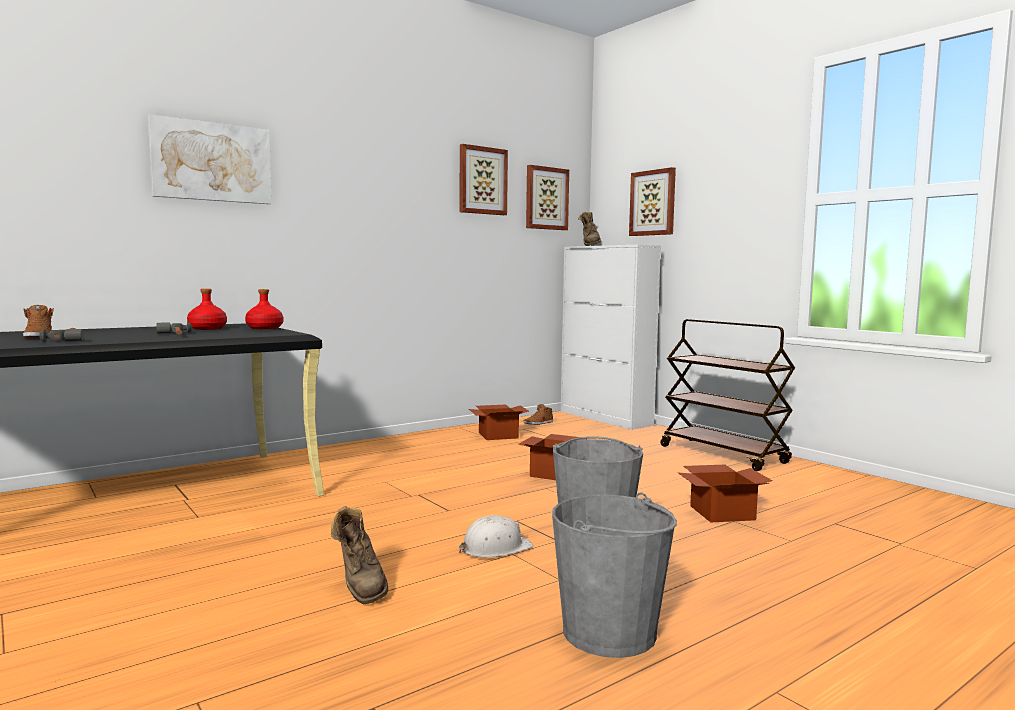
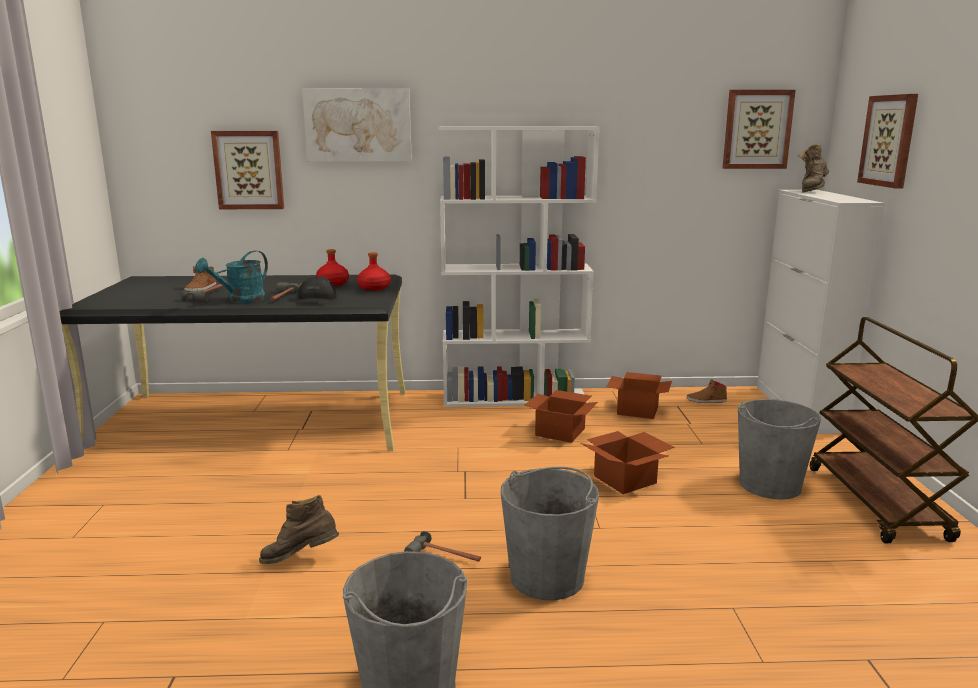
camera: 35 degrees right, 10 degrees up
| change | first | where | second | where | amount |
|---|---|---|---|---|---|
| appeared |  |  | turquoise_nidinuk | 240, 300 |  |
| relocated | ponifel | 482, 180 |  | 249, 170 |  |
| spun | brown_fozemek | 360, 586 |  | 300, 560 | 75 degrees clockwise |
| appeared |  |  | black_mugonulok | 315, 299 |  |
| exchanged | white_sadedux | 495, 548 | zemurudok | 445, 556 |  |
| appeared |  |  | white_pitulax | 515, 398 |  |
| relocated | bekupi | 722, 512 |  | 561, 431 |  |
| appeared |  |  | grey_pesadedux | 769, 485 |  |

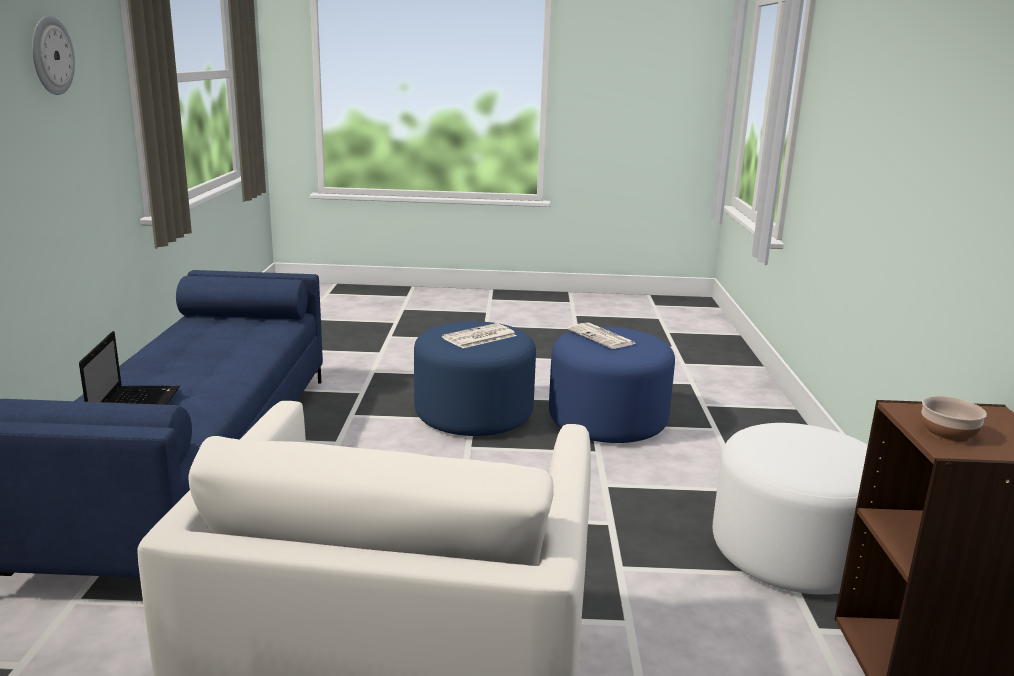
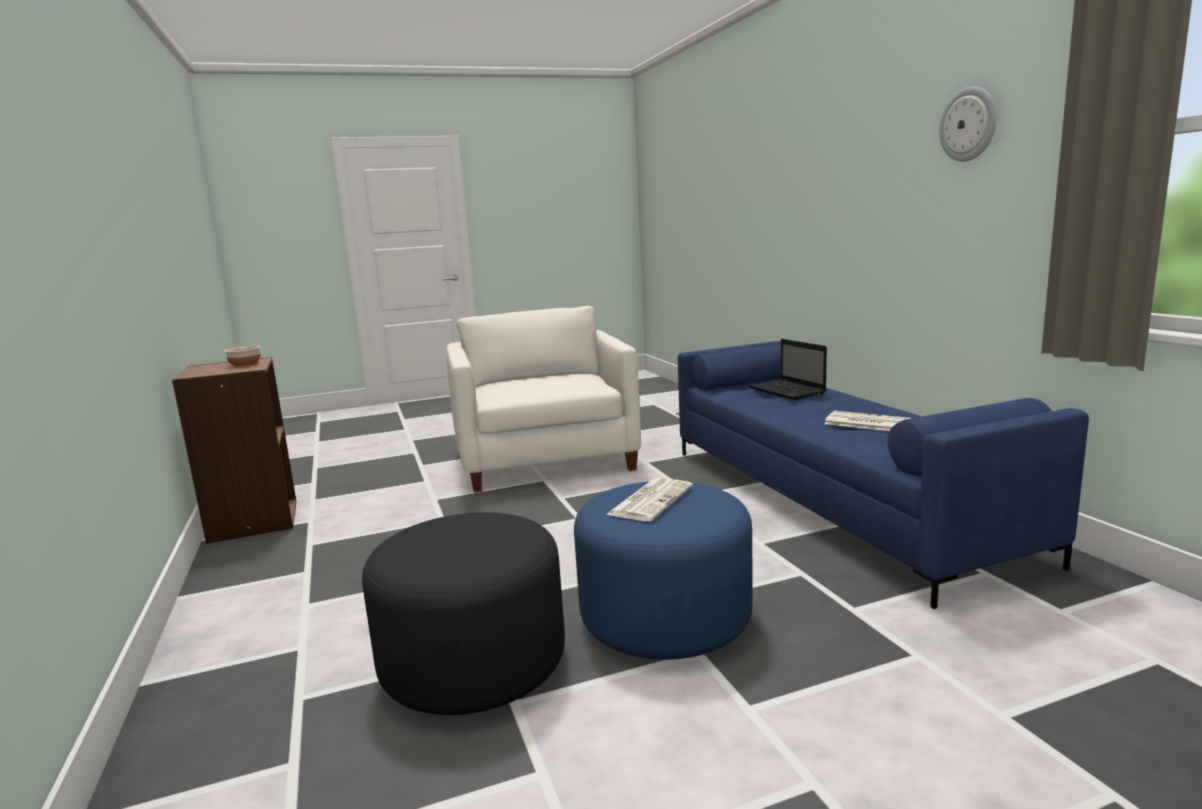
camera: 160 degrees right, 5 degrees down
| change | first | where | second | where | amount |
|---|---|---|---|---|---|
| colour | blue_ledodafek | 607, 421 | black_ledodafek | 474, 662 |  |
| relocated | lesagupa | 602, 337 |  | 866, 423 |  |
| missing | white_ledodafek | 792, 552 |  |  |  |

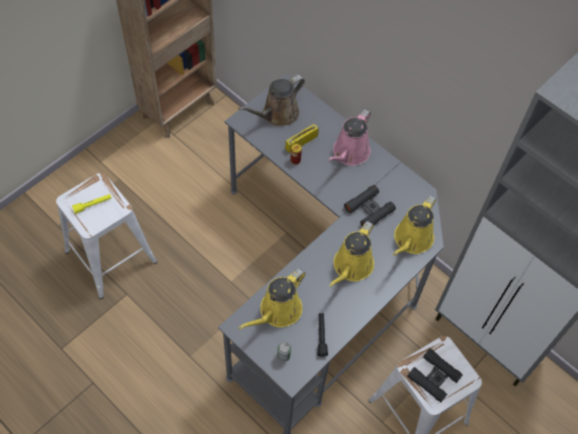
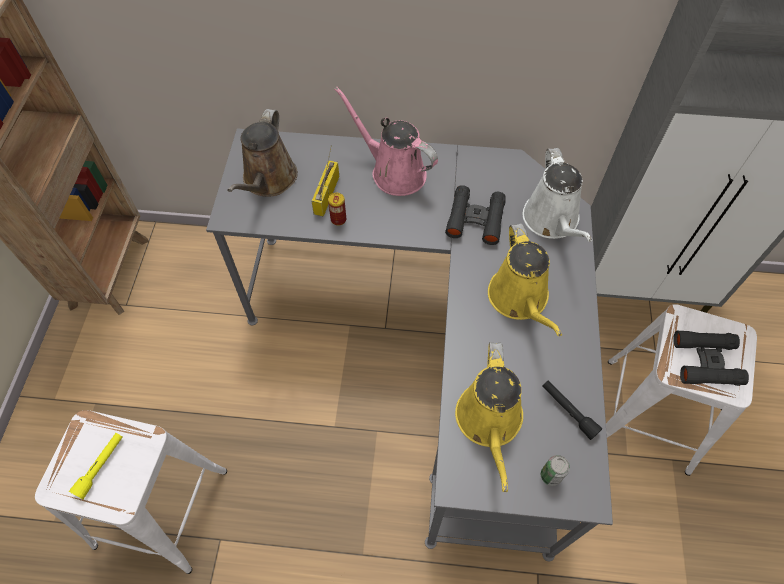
camera: 35 degrees left, 0 degrees up
| change | first | where | second | where | amount |
|---|---|---|---|---|---|
| spun | pink_nidinuk | 349, 153 |  | 394, 172 | 135 degrees clockwise |
| colour | yellow_nidinuk | 411, 240 | white_nidinuk | 552, 221 |  |

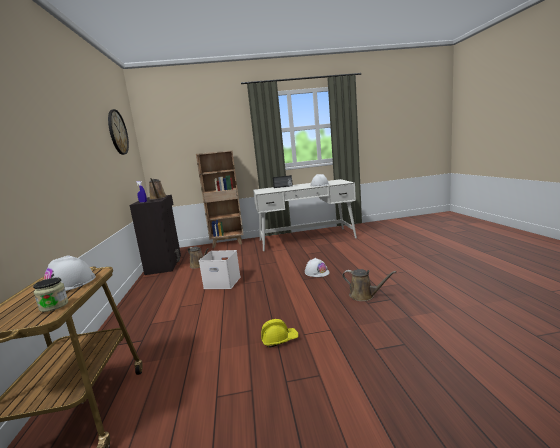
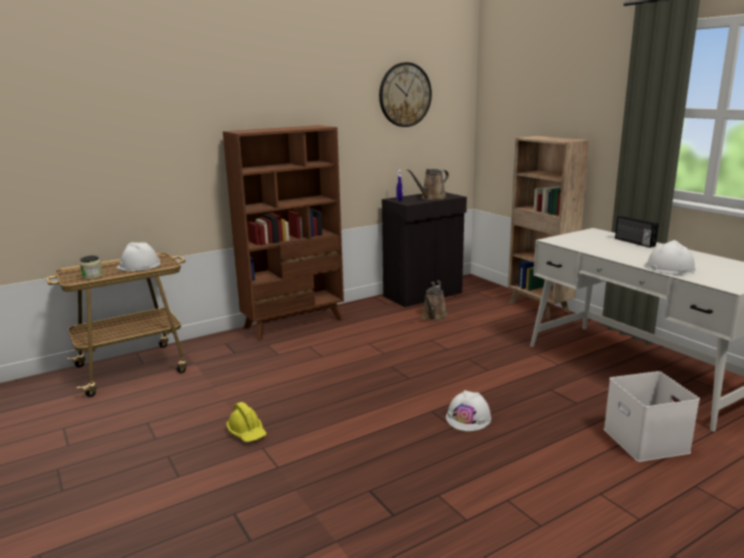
camera: 65 degrees right, 5 degrees up
| change | first | where | second | where | amount |
|---|---|---|---|---|---|
| appeared |  |  | brown_pitulax | 294, 323 |  |
| relocated | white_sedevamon | 221, 283 |  | 643, 440 |  |
| missing | brown_nidinuk | 364, 296 |  |  |  |

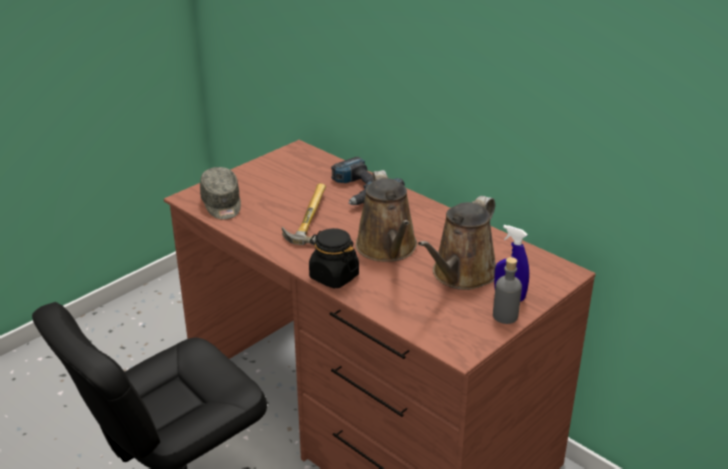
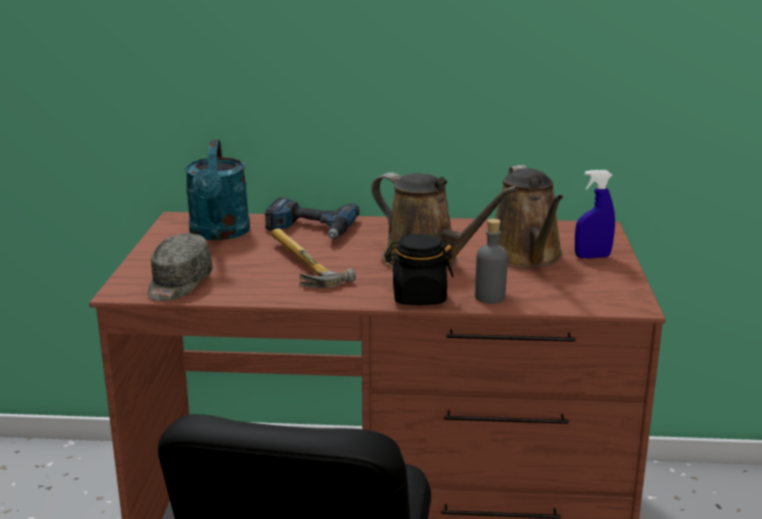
camera: 40 degrees left, 10 degrees down
| change | first | where | second | where | amount |
|---|---|---|---|---|---|
| spun | grey_mugonulok | 222, 204 |  | 178, 284 | 75 degrees clockwise |
| appeared |  |  | turquoise_nidinuk | 219, 234 |  |
| relocated | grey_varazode | 505, 316 |  | 490, 297 |  |

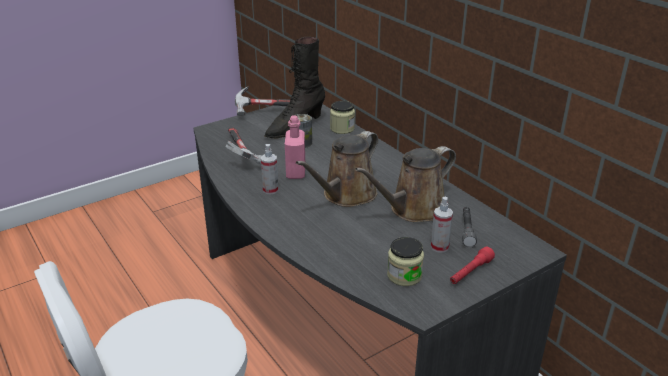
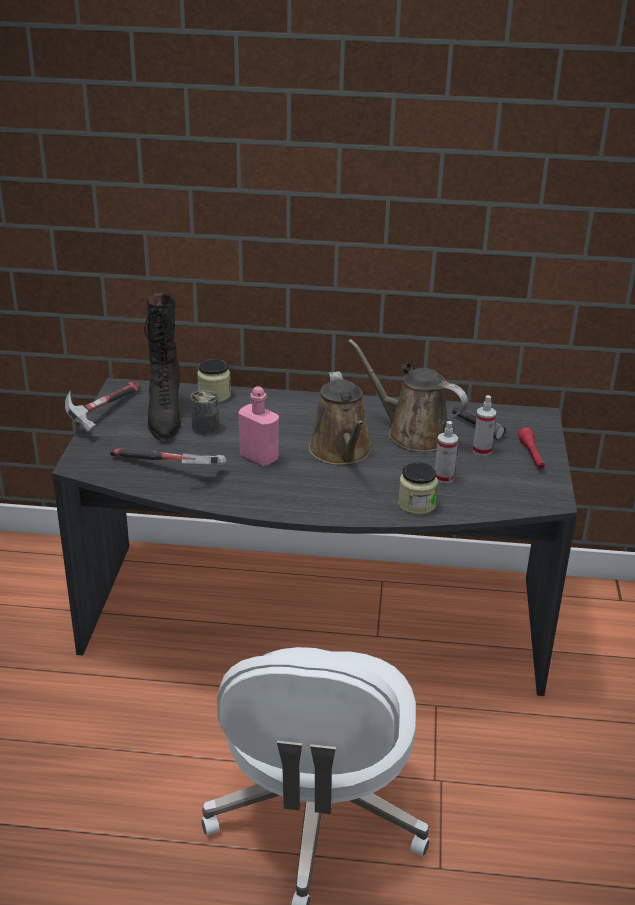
camera: 50 degrees left, 0 degrees up
| change | first | where | second | where | amount |
|---|---|---|---|---|---|
| spun | brown_nidinuk | 413, 210 |  | 412, 434 | 120 degrees clockwise |
| relocated | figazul | 404, 275 |  | 416, 504 |  |
| relocated | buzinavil | 270, 190 |  | 444, 477 |  |

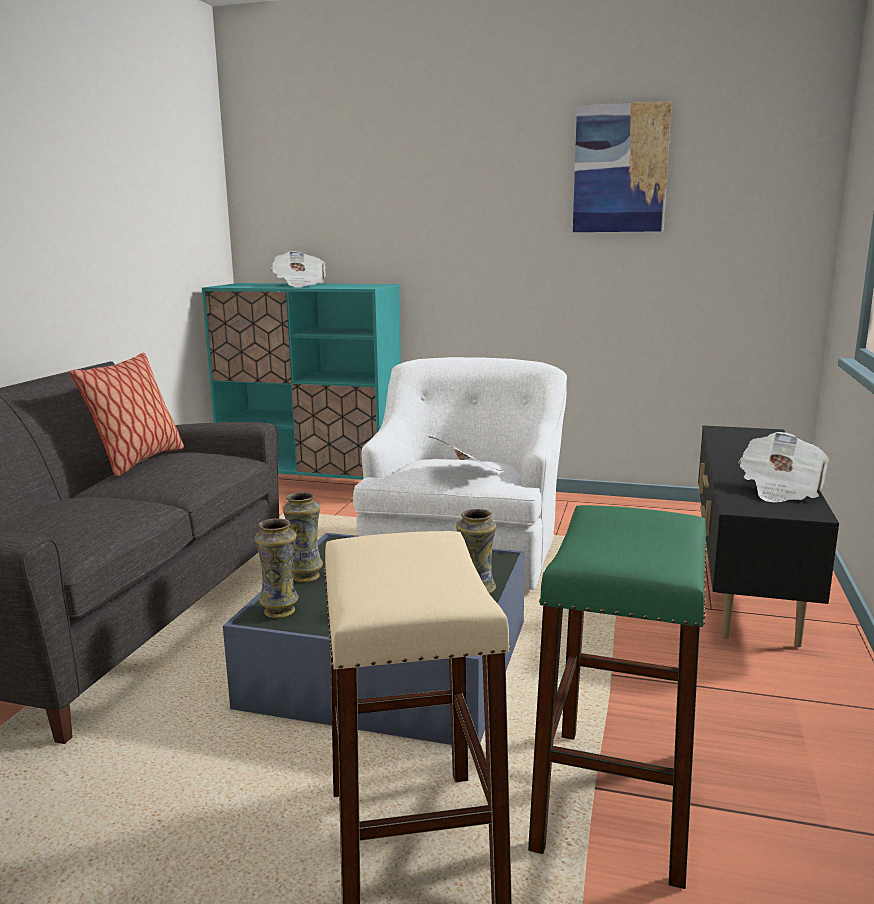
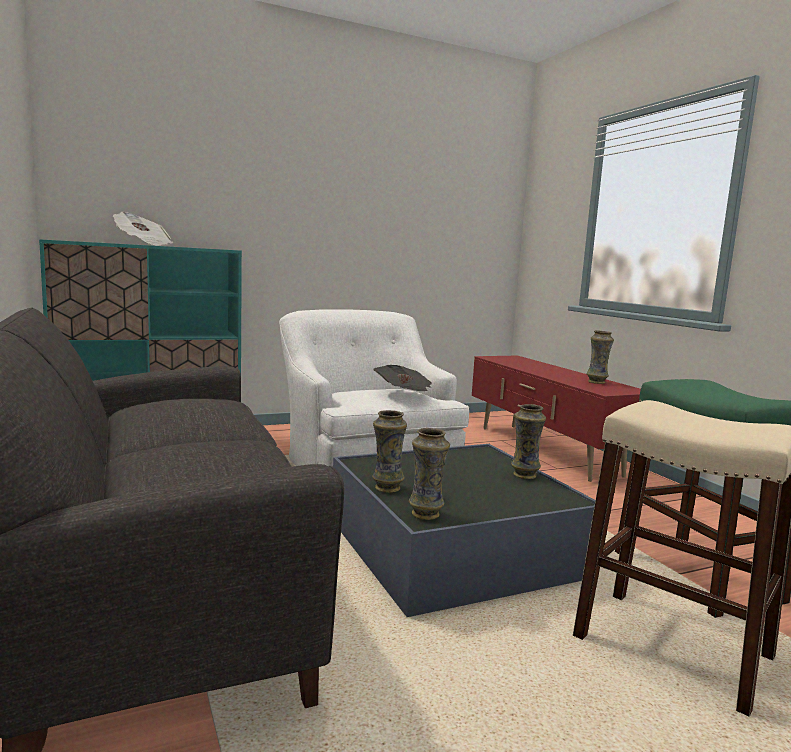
camera: 40 degrees left, 5 degrees down
| change | first | where | second | where | amount |
|---|---|---|---|---|---|
| colour | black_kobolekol | 744, 580 | red_kobolekol | 545, 451 |  |
| exchanged | lesagupa | 779, 490 | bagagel | 597, 382 |  |
| missing | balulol | 138, 461 |  |  |  |
| missing | ponifel | 620, 169 |  |  |  |

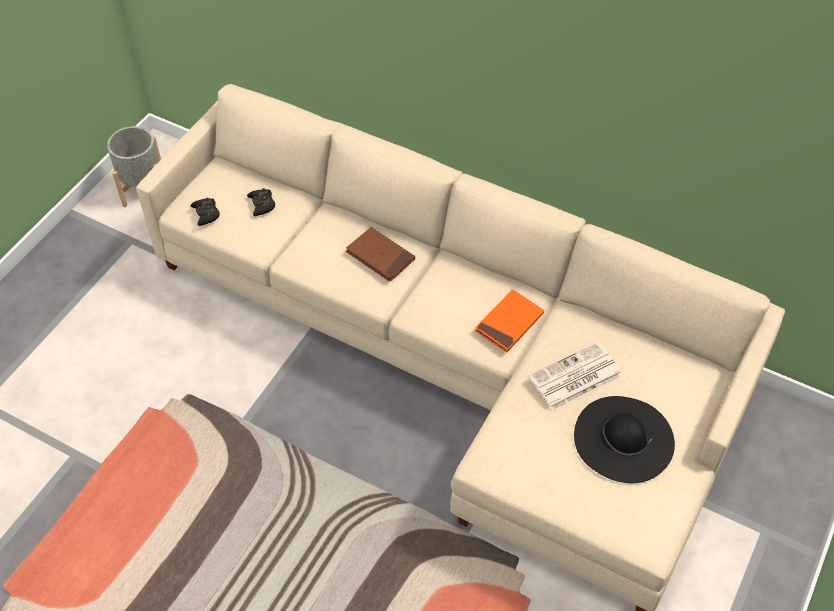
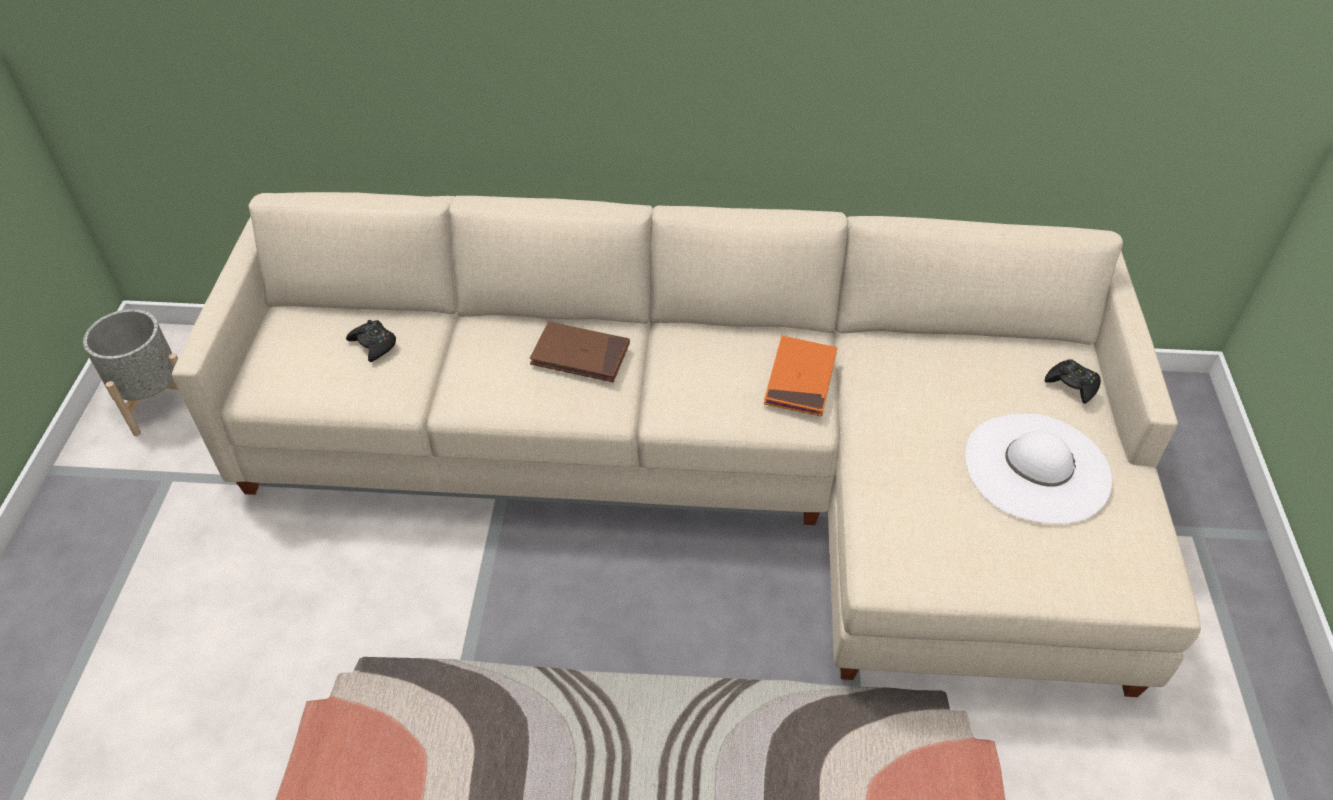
camera: 25 degrees left, 5 degrees down
| change | first | where | second | where | amount |
|---|---|---|---|---|---|
| colour | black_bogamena | 623, 439 | white_bogamena | 1036, 467 |  |
| relocated | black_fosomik | 206, 214 |  | 1072, 385 |  |
| missing | lesagupa | 574, 378 |  |  |  |

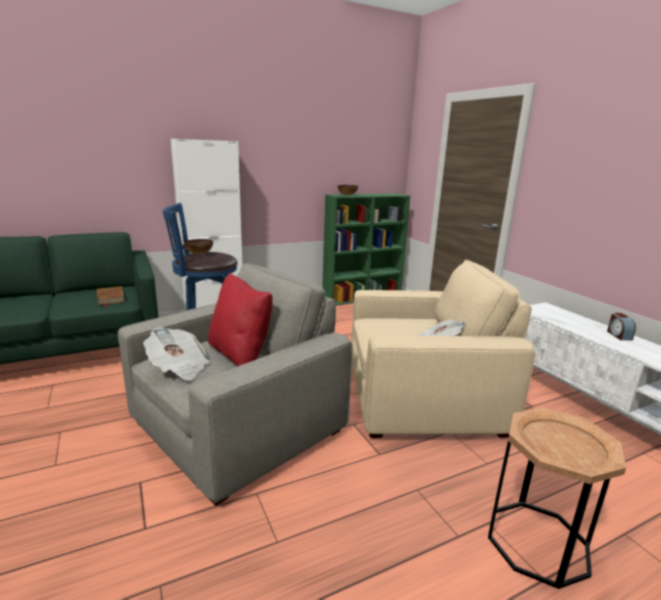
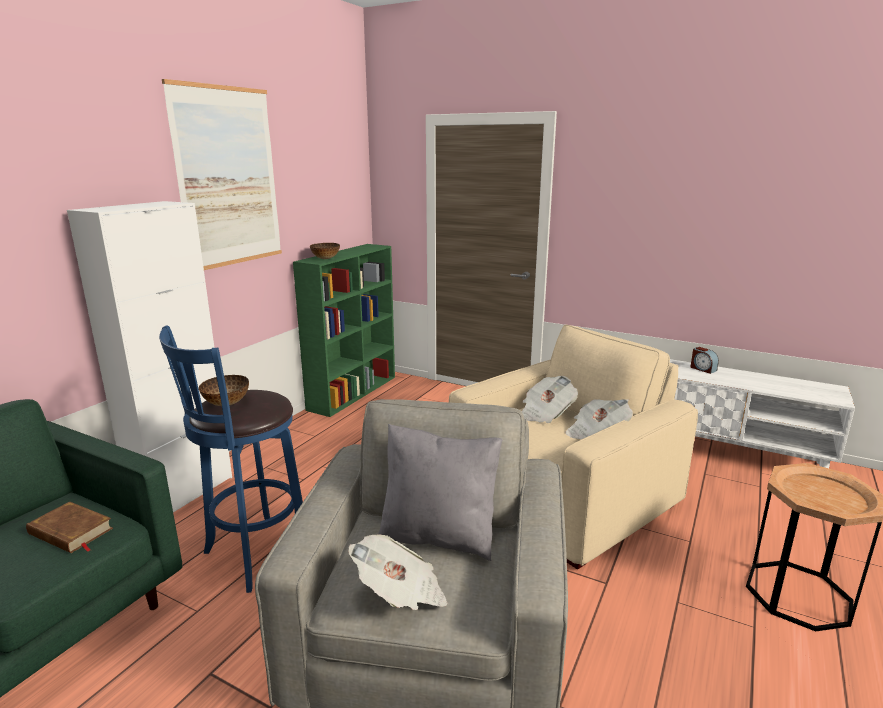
camera: 35 degrees left, 0 degrees up
| change | first | where | second | where | amount |
|---|---|---|---|---|---|
| appeared |  |  | ponifel | 228, 177 |  |
| colour | red_balulol | 240, 355 | grey_balulol | 438, 536 |  |
| appeared |  |  | lesagupa | 545, 413 |  |

